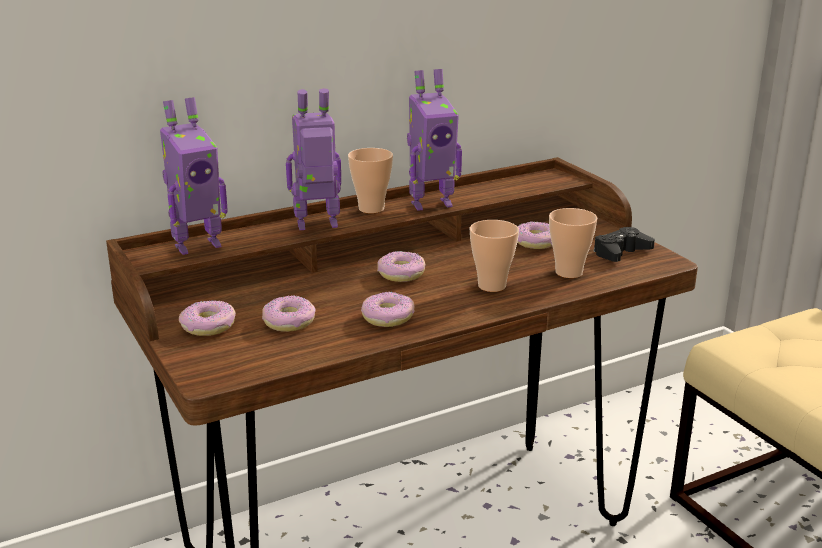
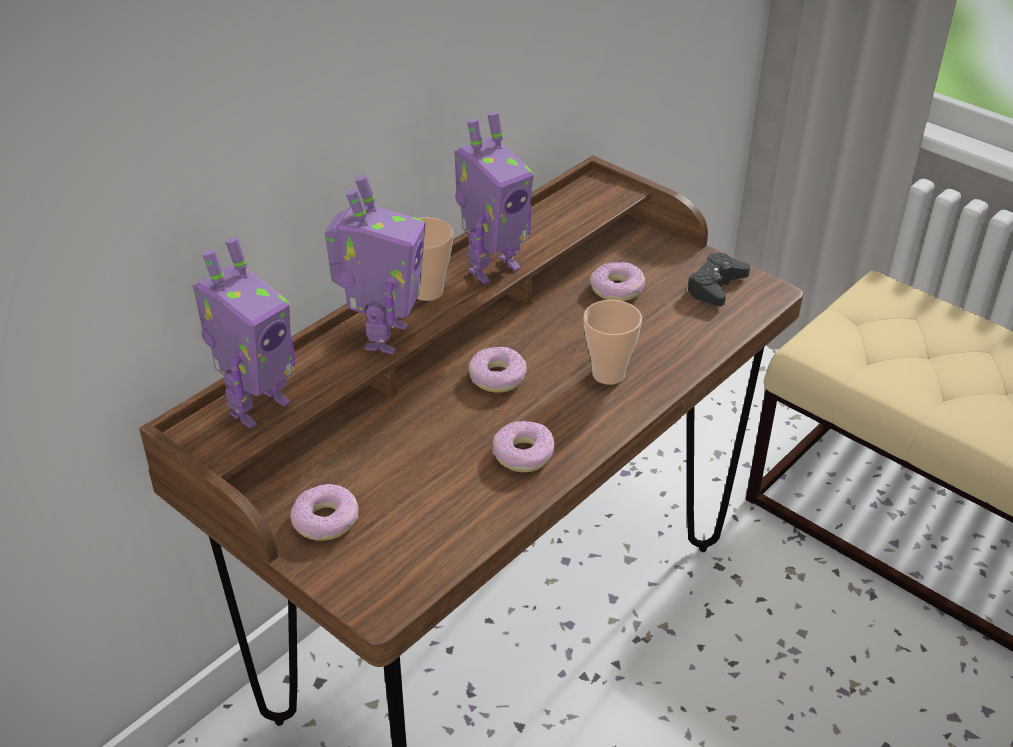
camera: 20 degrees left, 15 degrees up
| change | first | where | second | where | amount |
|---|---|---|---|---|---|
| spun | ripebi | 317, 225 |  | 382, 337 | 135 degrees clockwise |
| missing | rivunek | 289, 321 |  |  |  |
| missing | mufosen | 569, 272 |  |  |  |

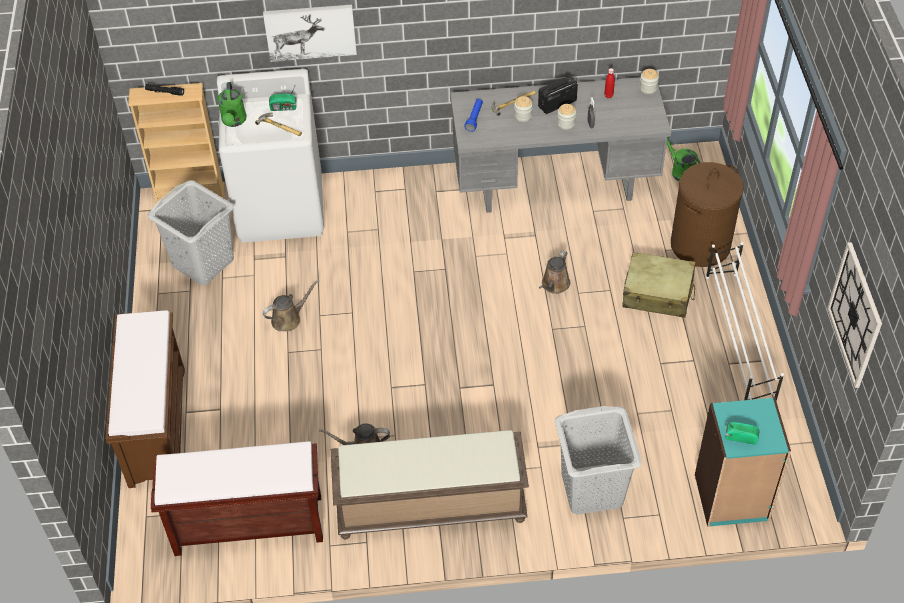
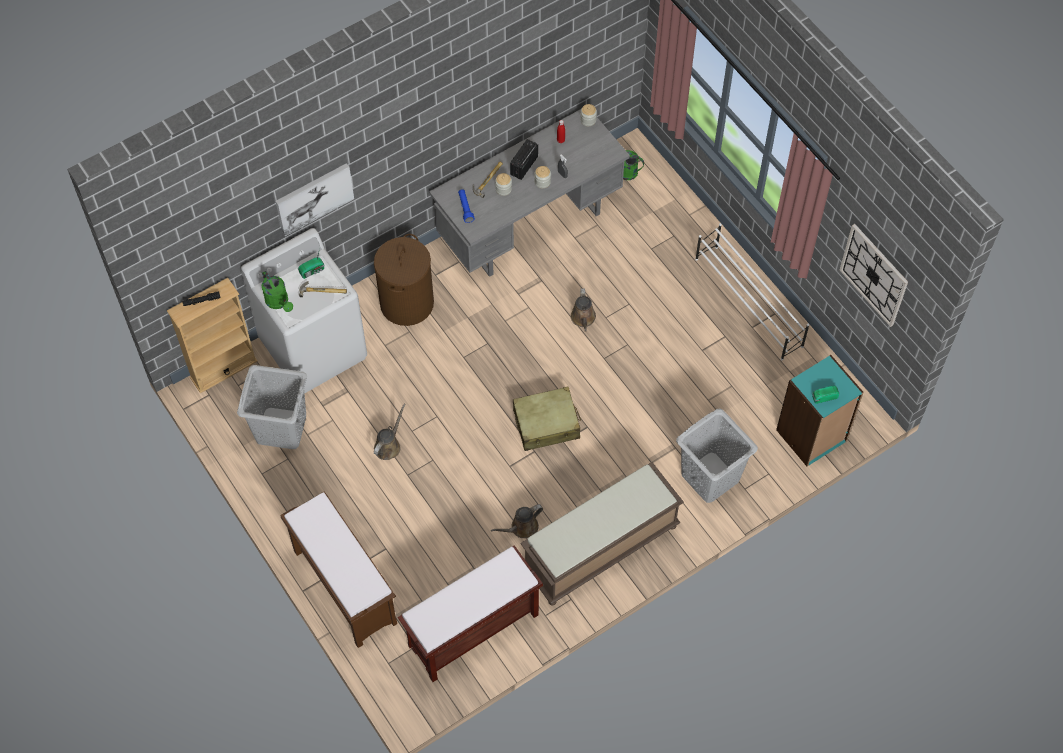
camera: 30 degrees left, 10 degrees up
| change | first | where | second | where | amount |
|---|---|---|---|---|---|
| relocated | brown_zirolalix | 700, 245 |  | 407, 303 |  |
| relocated | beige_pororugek | 658, 293 |  | 546, 424 |  |

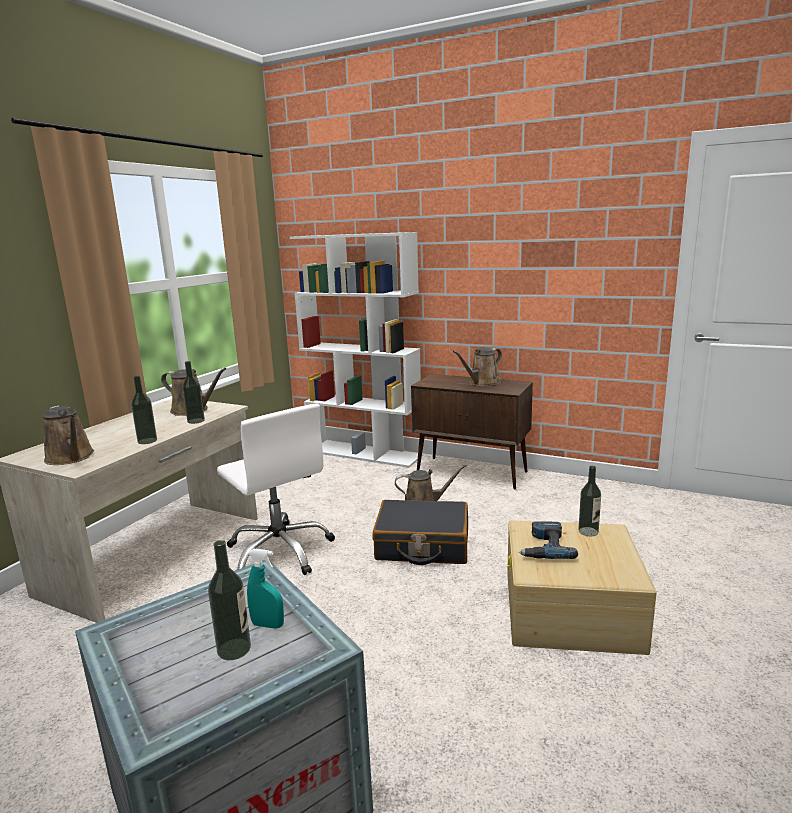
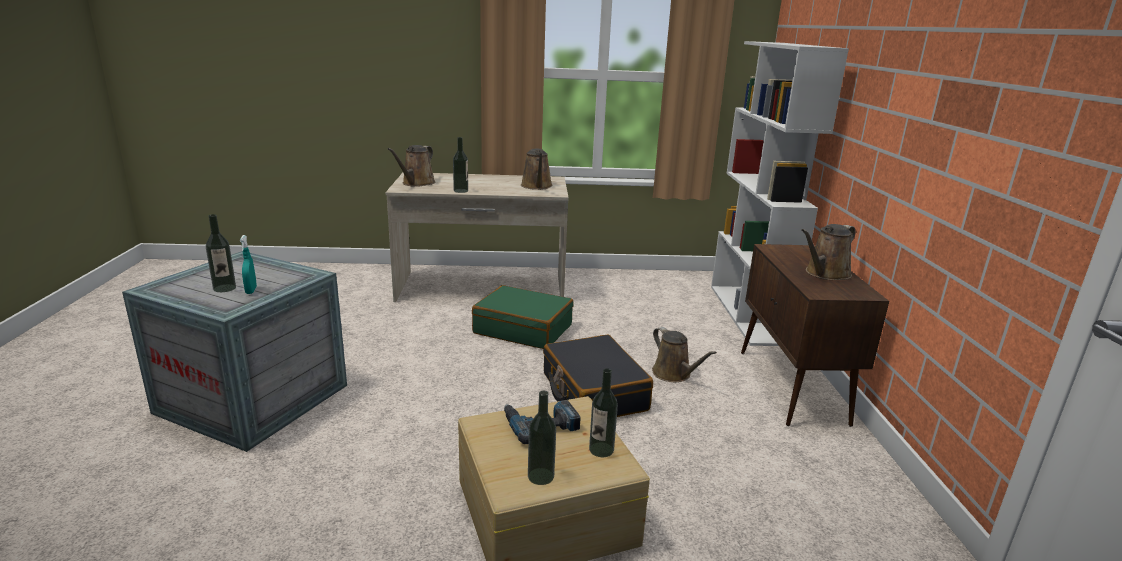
camera: 60 degrees right, 5 degrees up
| change | first | where | second | where | amount |
|---|---|---|---|---|---|
| exchanged | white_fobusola | 280, 551 | green_pororugek | 523, 329 |  |
| relocated | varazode | 196, 421 |  | 540, 476 |  |
| spun | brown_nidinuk | 482, 383 |  | 825, 274 | 60 degrees counterclockwise |

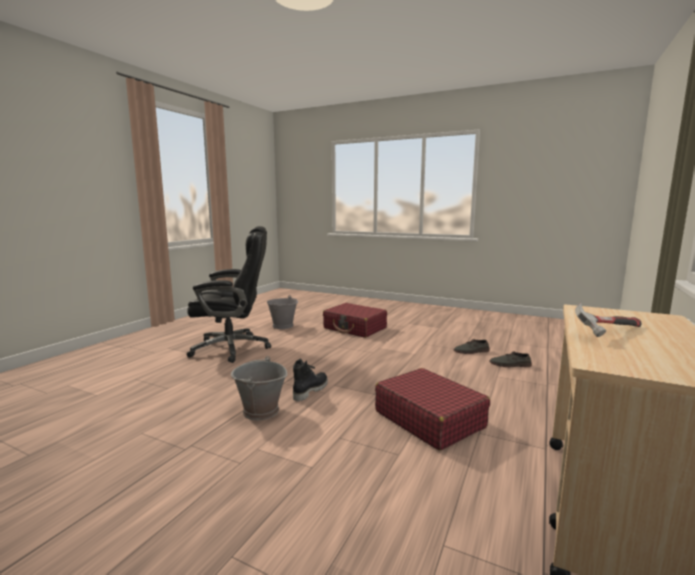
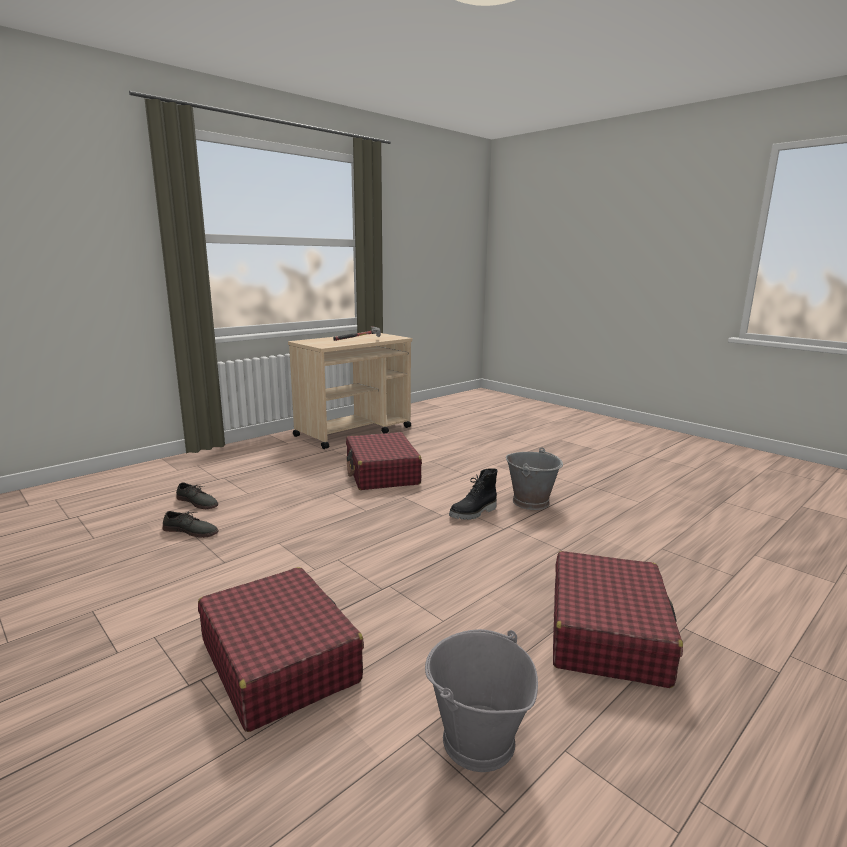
camera: 160 degrees left, 5 degrees up
| change | first | where | second | where | amount |
|---|---|---|---|---|---|
| exchanged | black_fobusola | 232, 348 | red_pororugek | 607, 633 |  |

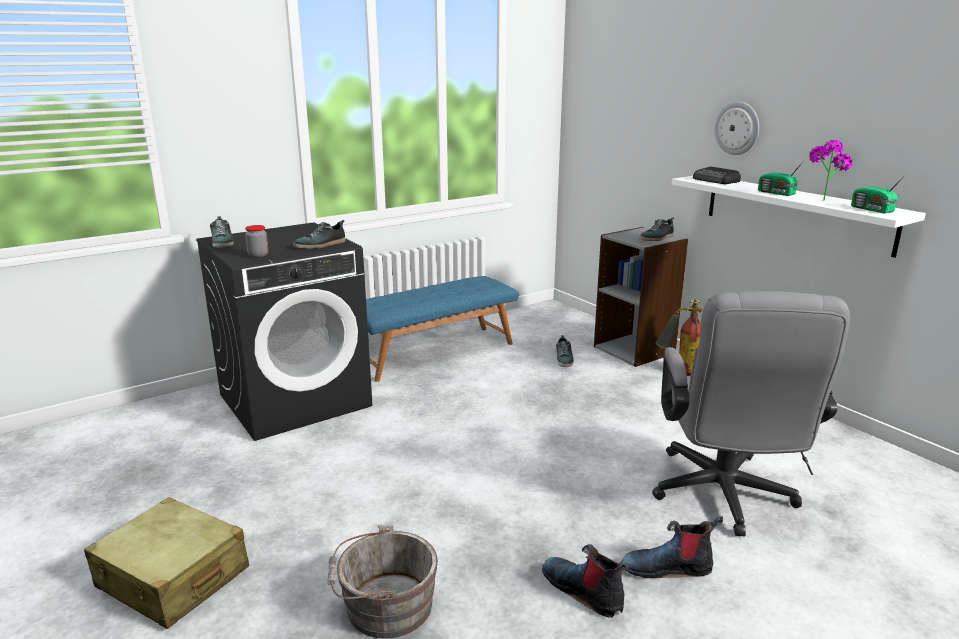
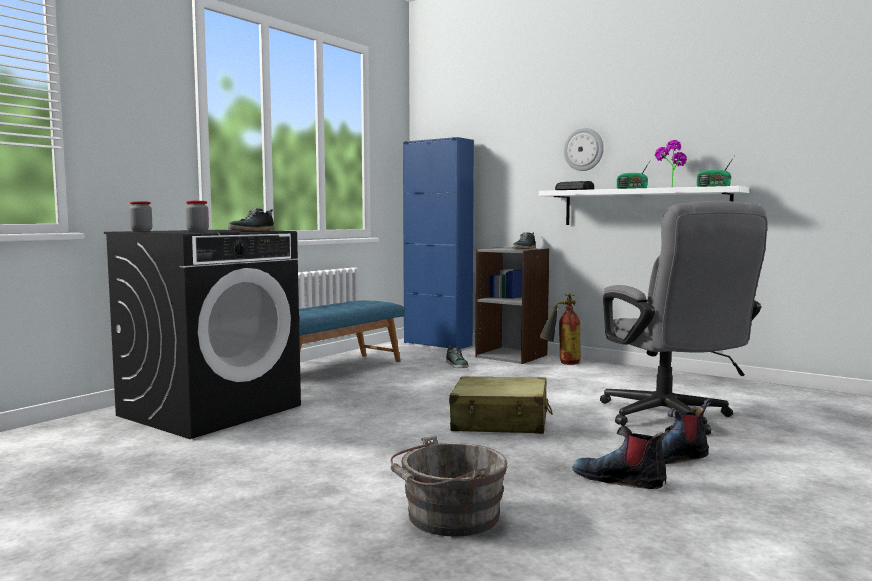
camera: 20 degrees left, 15 degrees down
| change | first | where | second | where | amount |
|---|---|---|---|---|---|
| exchanged | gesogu | 223, 242 | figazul | 141, 231 |  |
| appeared |  |  | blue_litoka | 437, 344 |  |
| relocated | beige_pororugek | 173, 578 |  | 500, 422 |  |

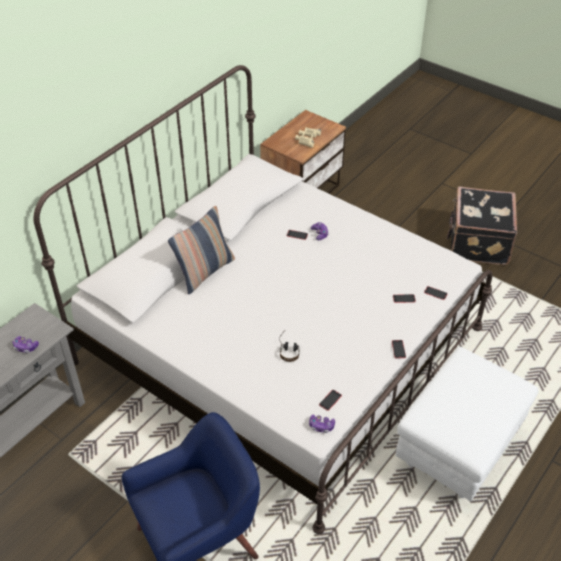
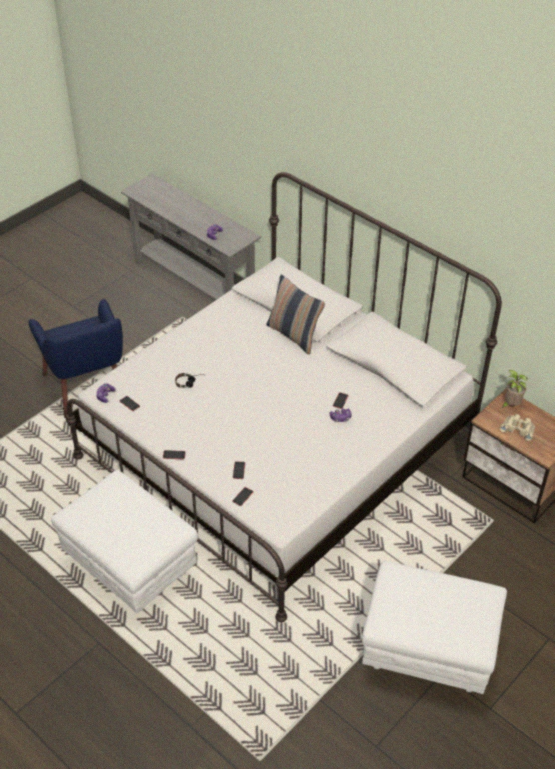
camera: 95 degrees right, 0 degrees up
| change | first | where | second | where | amount |
|---|---|---|---|---|---|
| exchanged | black_pororugek | 477, 242 | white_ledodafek | 426, 653 |  |
| appeared |  |  | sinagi | 510, 405 |  |

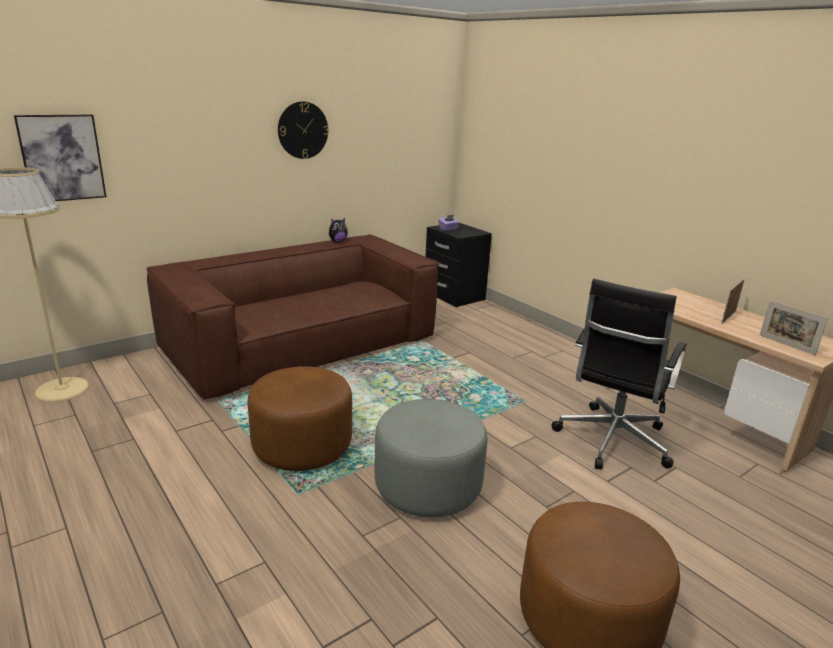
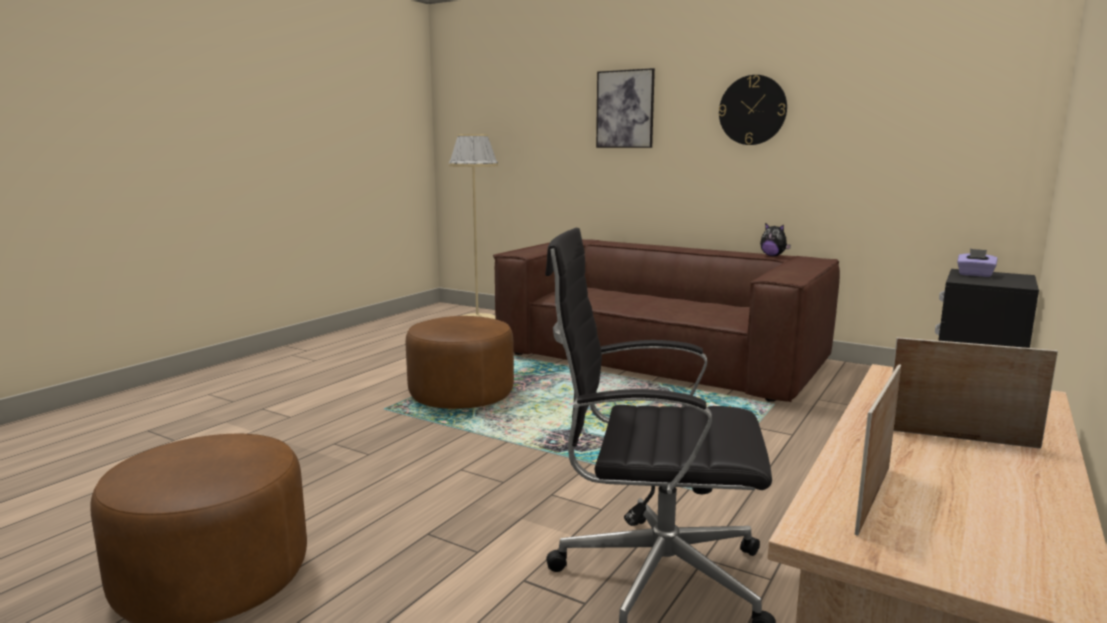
camera: 70 degrees right, 10 degrees down
| change | first | where | second | where | amount |
|---|---|---|---|---|---|
| relocated | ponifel | 62, 158 |  | 625, 109 |  |
| missing | grey_ledodafek | 427, 486 |  |  |  |

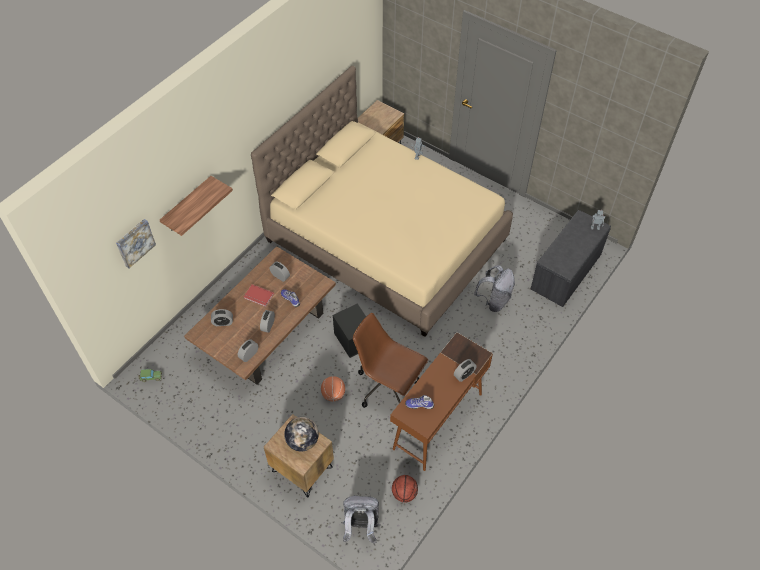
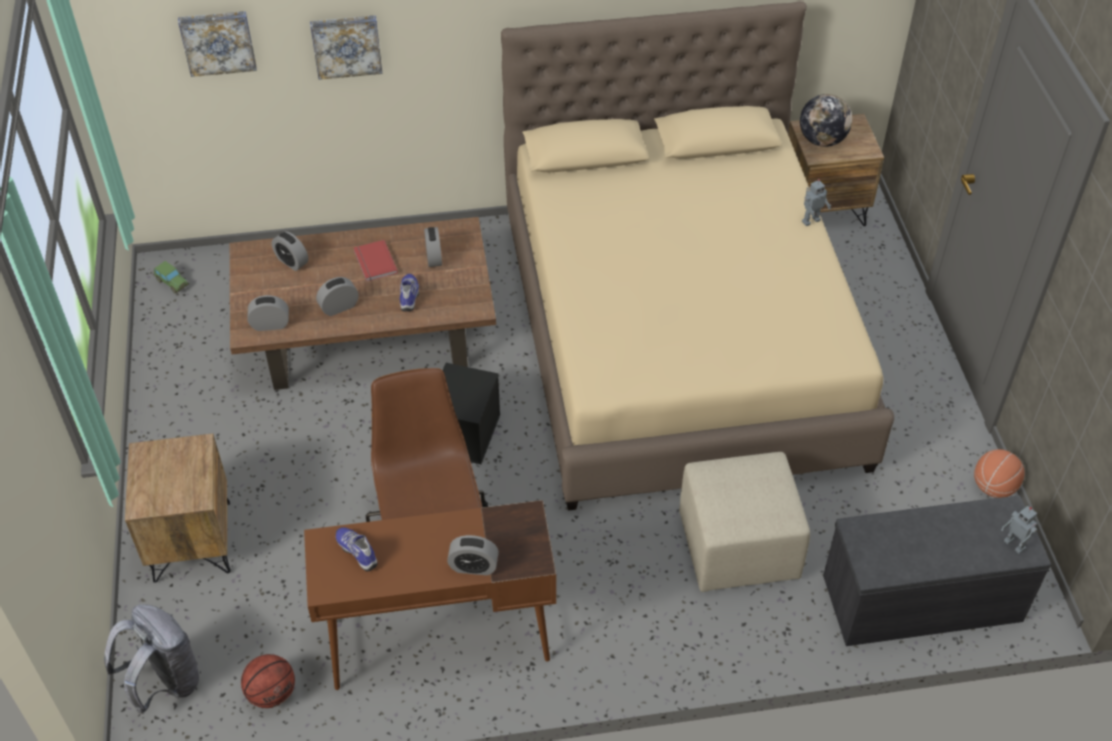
camera: 45 degrees right, 5 degrees down
| change | first | where | second | where | amount |
|---|---|---|---|---|---|
| exchanged | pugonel | 188, 205 | ponifel | 346, 45 |  |
| exchanged | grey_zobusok | 494, 301 | beige_ledodafek | 739, 546 |  |
| relocated | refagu | 302, 441 |  | 822, 140 |  |
| relocated | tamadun | 333, 394 |  | 993, 487 |  |

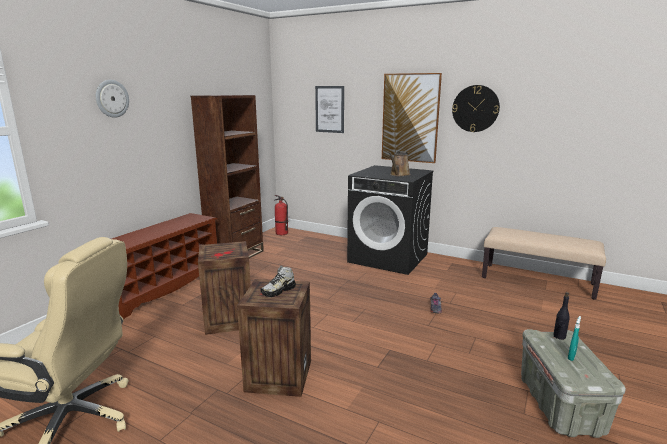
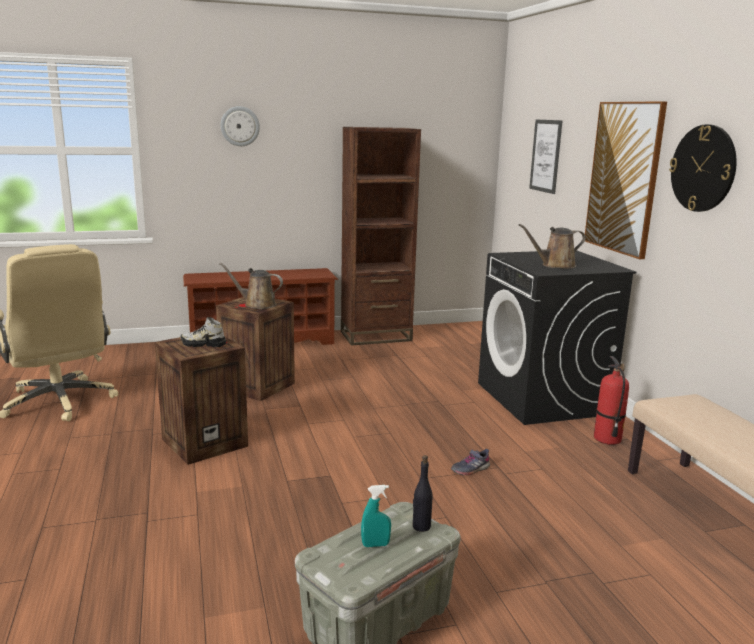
camera: 45 degrees right, 0 degrees up
| change | first | where | second | where | amount |
|---|---|---|---|---|---|
| appeared |  |  | brown_nidinuk | 257, 304 |  |
| relocated | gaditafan | 281, 233 |  | 607, 439 |  |

